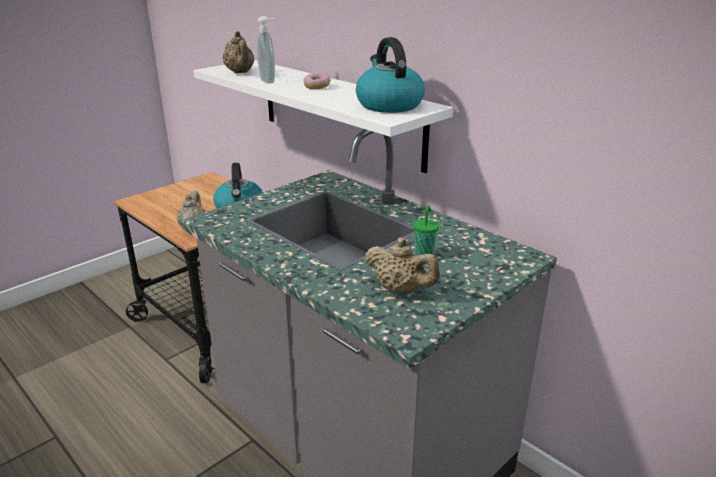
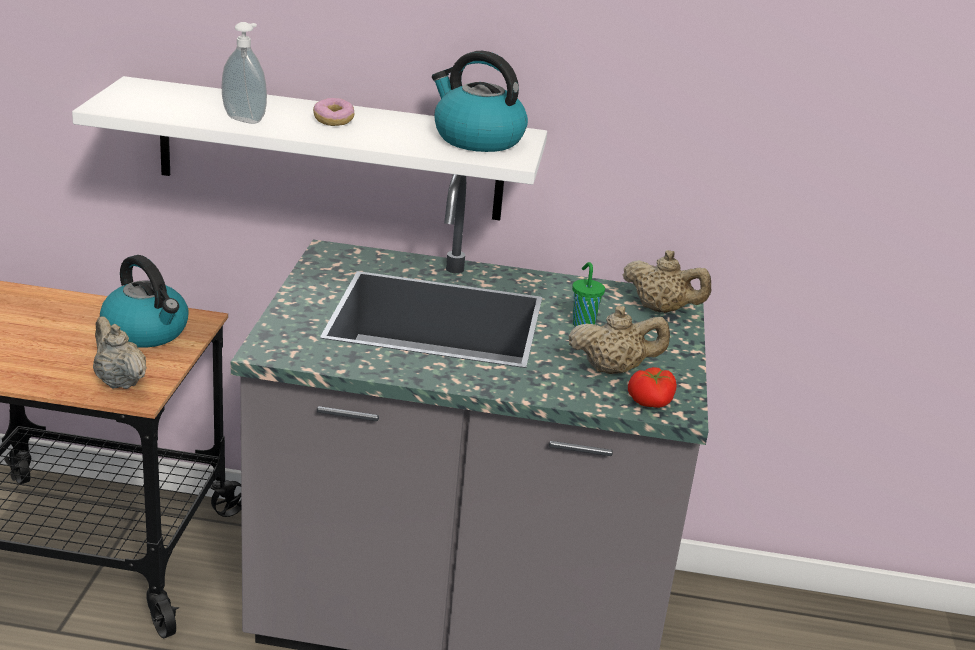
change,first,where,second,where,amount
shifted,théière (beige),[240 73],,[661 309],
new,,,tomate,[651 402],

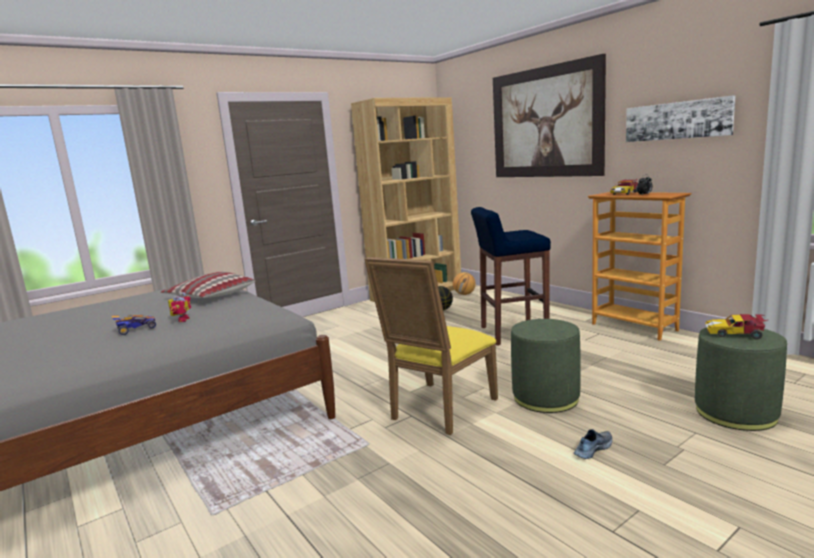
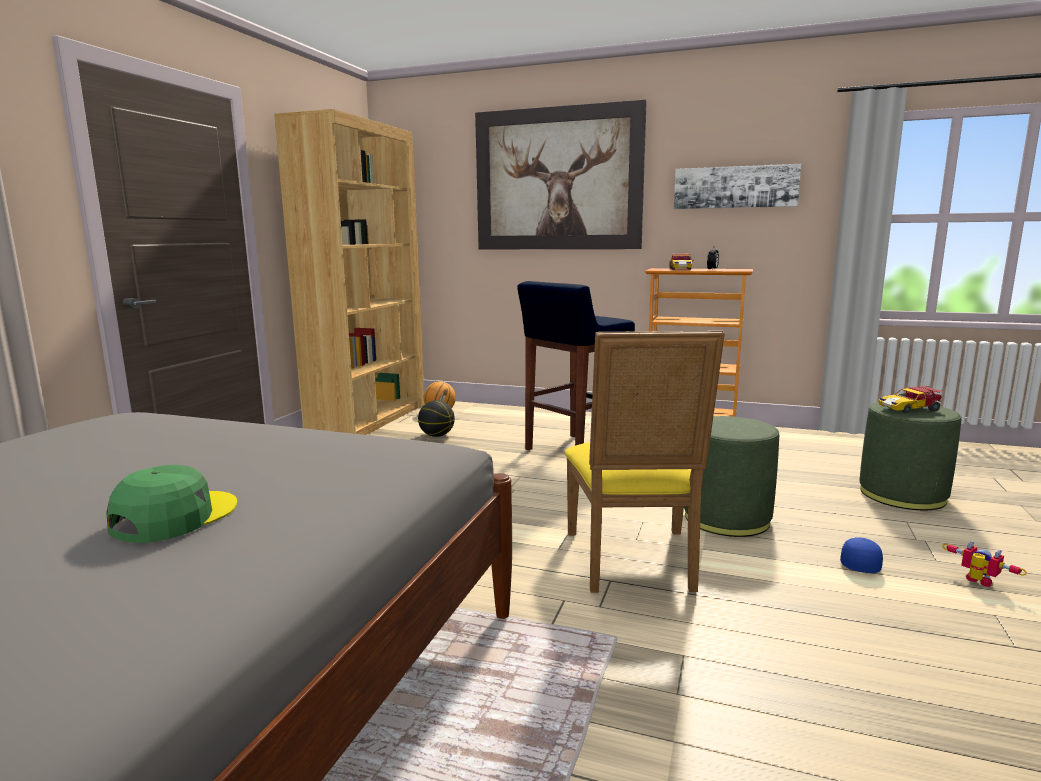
change,first,where,second,where,amount
swapped,petite voiture,[136 330],casquette (vert),[174 517],
swapped,chaussure,[592 449],casquette (bleu),[858 563],
shifted,robot jouet,[181 320],,[977 583],
gone,coussin,[210 296],,,

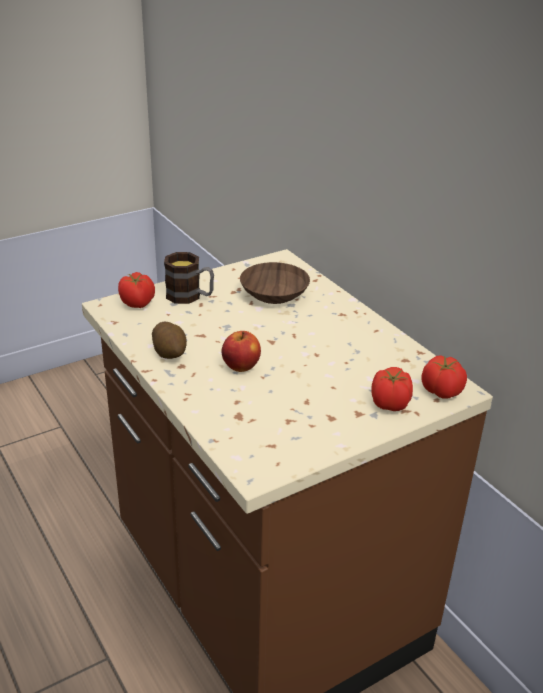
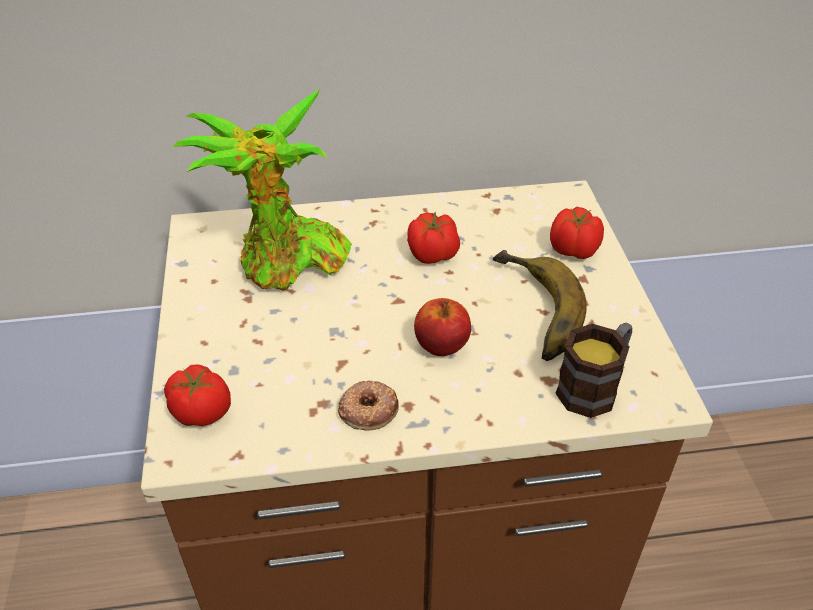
change,first,where,second,where,amount
swapped,bol (marron),[274 295],plante en pot,[287 263],
swapped,pomme de terre,[170 353],beignet,[368 409],
shifted,tomate,[441 392],,[433 255],
new,,,banane,[529 311],
shifted,mug,[190 296],,[594 386],

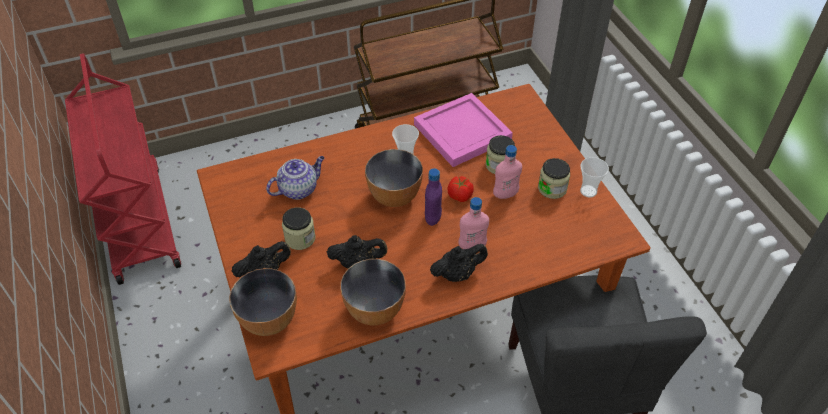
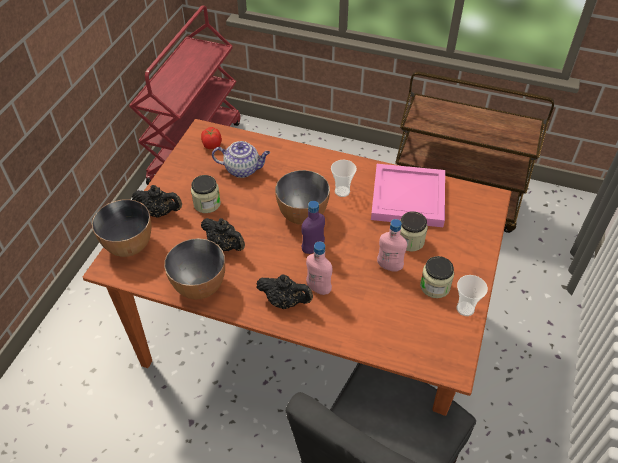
change,first,where,second,where,amount
shifted,tomate,[460 196],,[212 145],

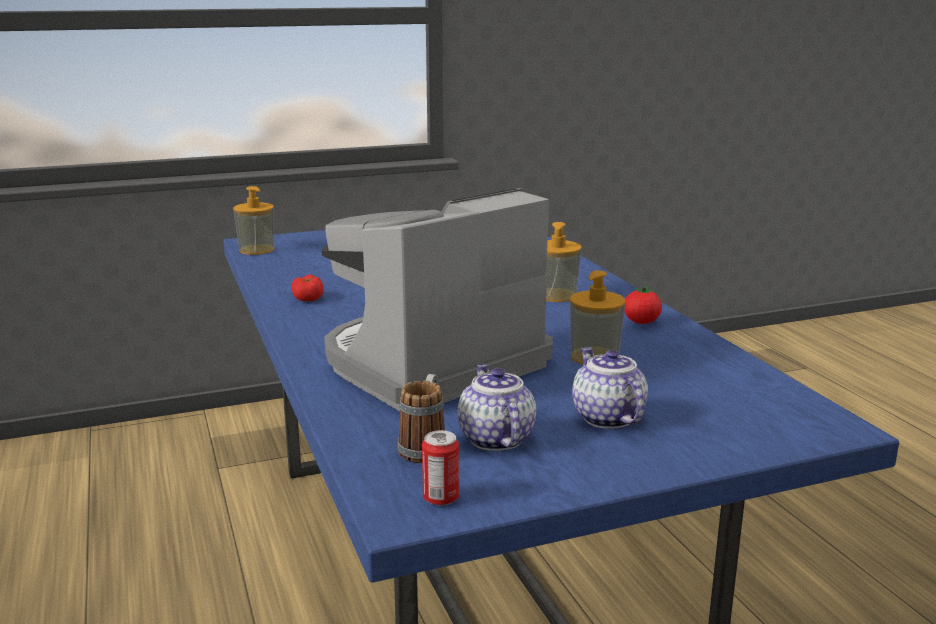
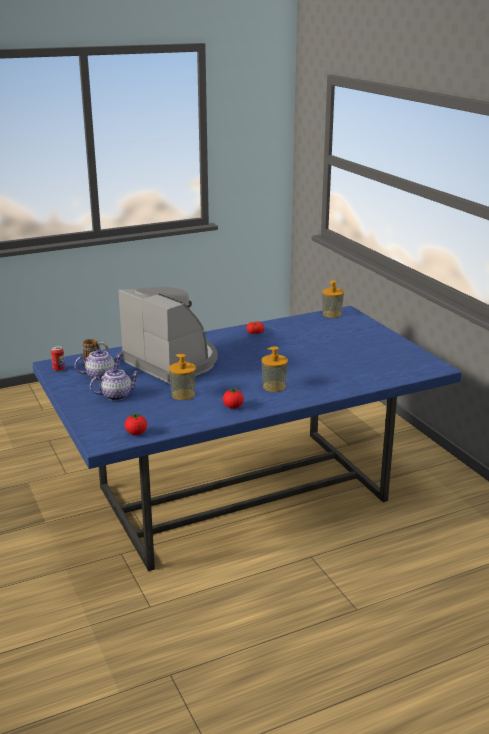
change,first,where,second,where,amount
new,,,tomate,[136 433],

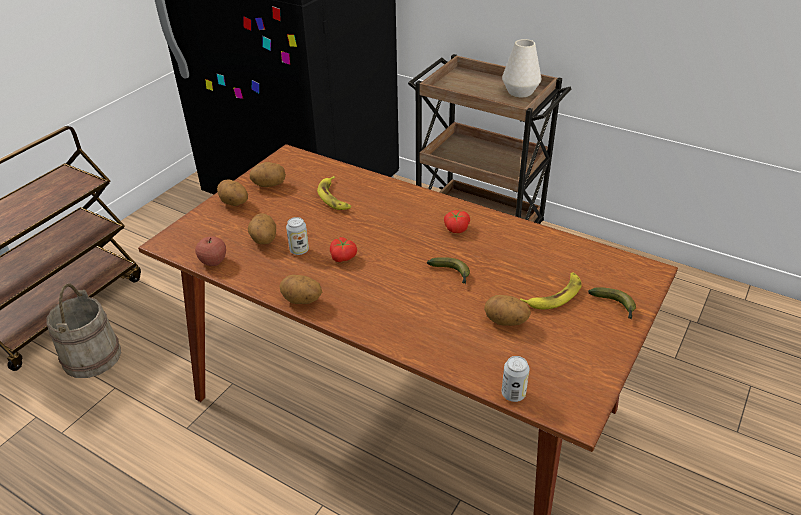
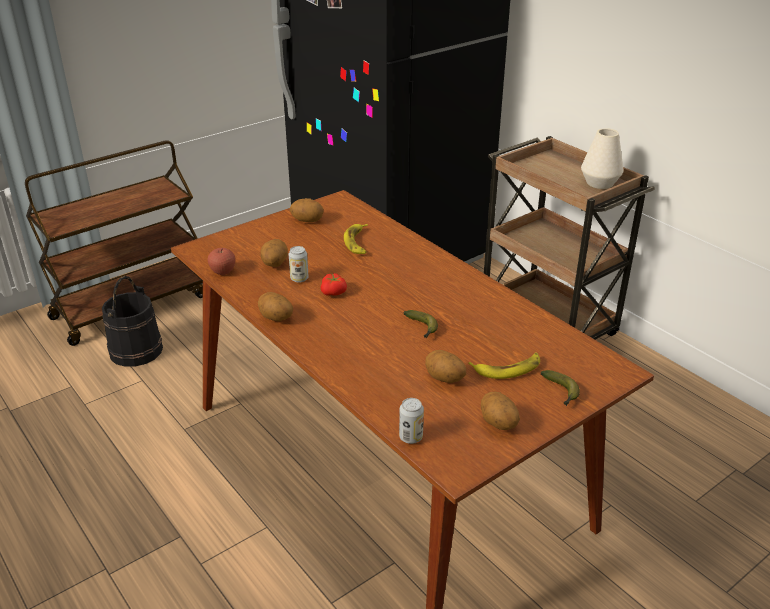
change,first,where,second,where,amount
repainted,seau (beige),[92 357],seau (noir),[136 350],
shifted,pomme de terre,[234 204],,[497 424],
gone,tomate,[455 228],,,

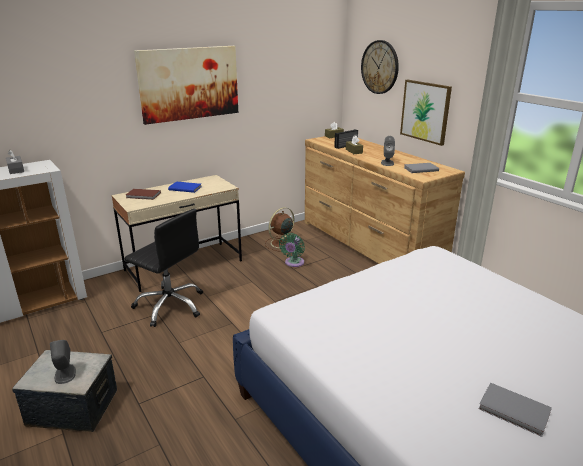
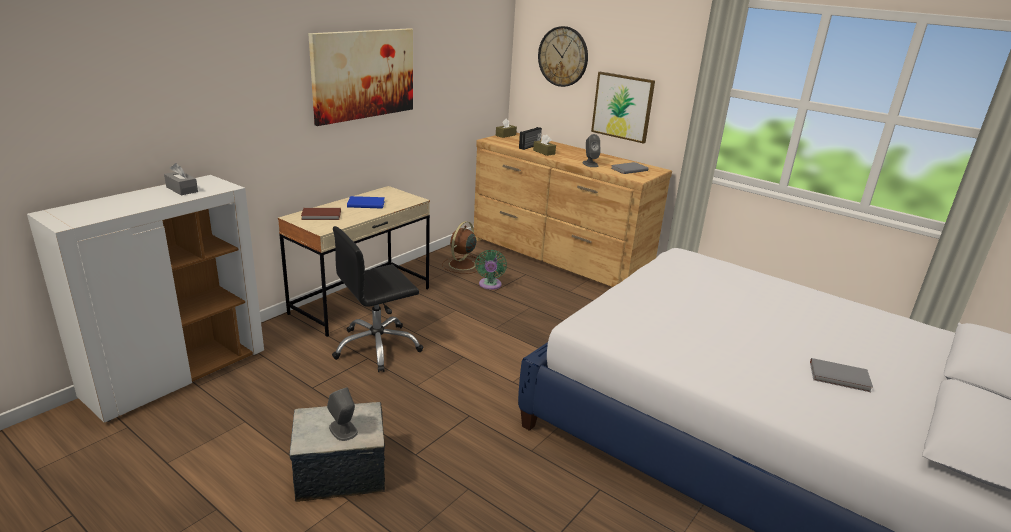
change,first,where,second,where,amount
rotated,chaise de bureau (noir),[170 305],,[377 347],135 degrees clockwise

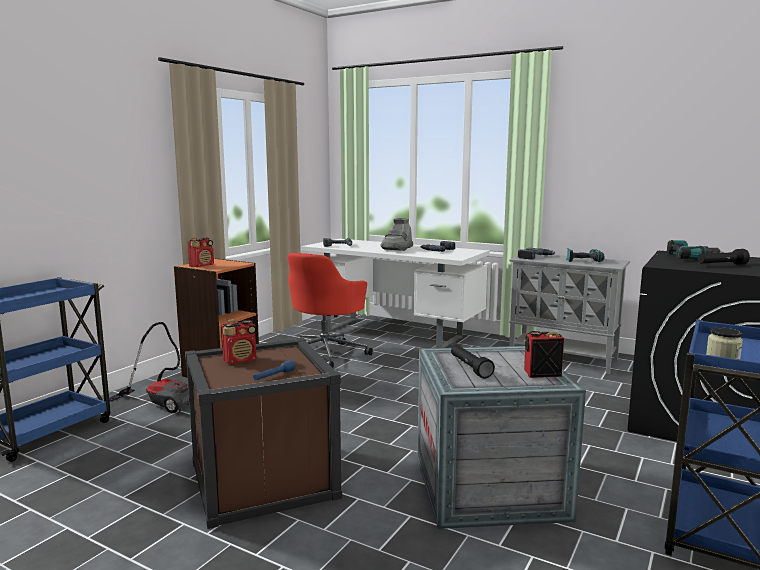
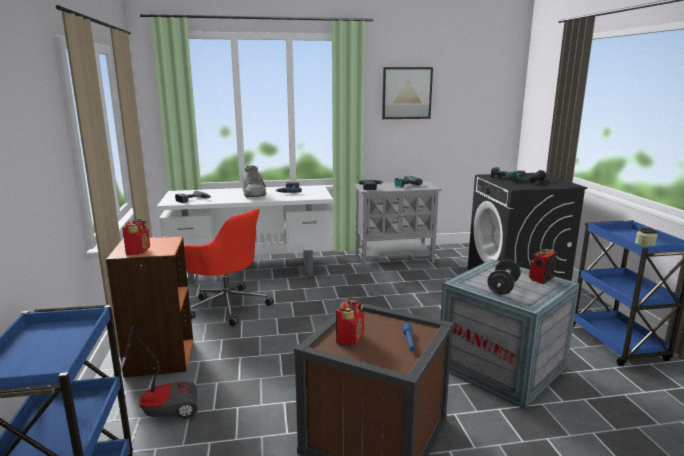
change,first,where,second,where,amount
rotated,chaise de bureau (rouge),[326 353],,[227 306],45 degrees counterclockwise
new,,,tableau,[406 93],
swapped,lampe de poche (noir),[470 368],haltère (noir),[503 288],

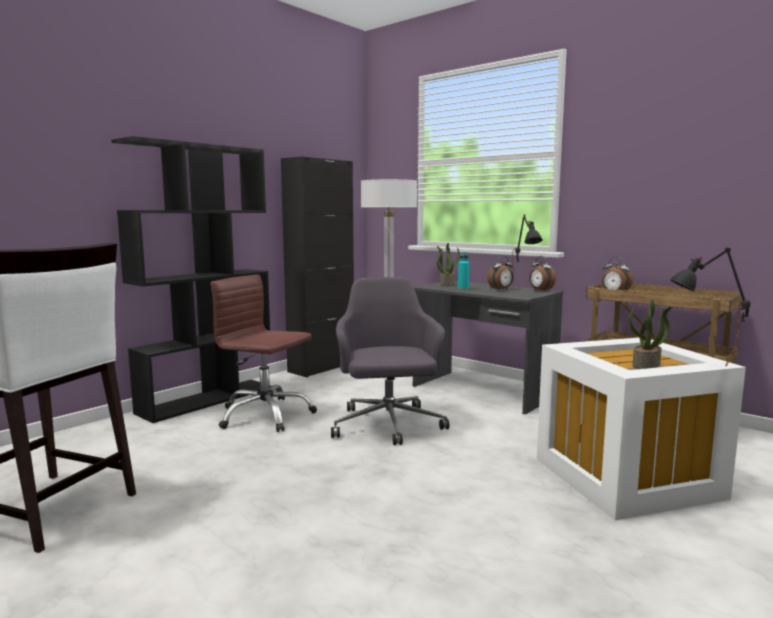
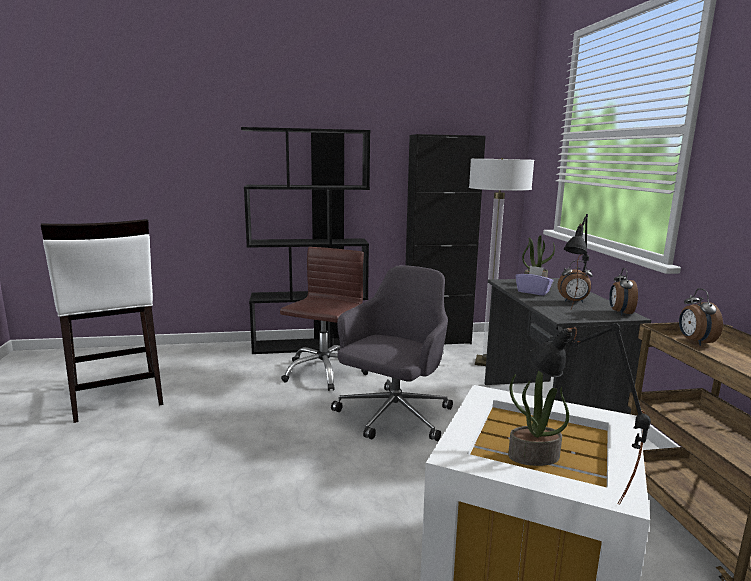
change,first,where,second,where,amount
rotated,chaise de bureau (marron),[265 415],,[323 372],45 degrees clockwise
swapped,bouteille (turquoise),[463 288],boîte à mouchoirs (violet),[533 292],

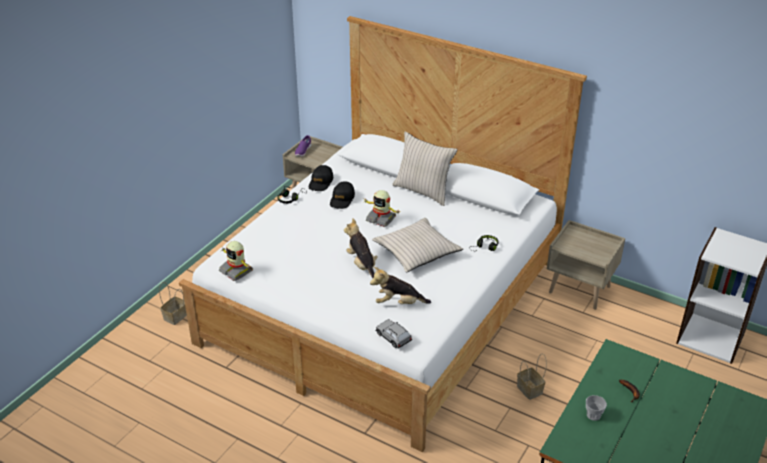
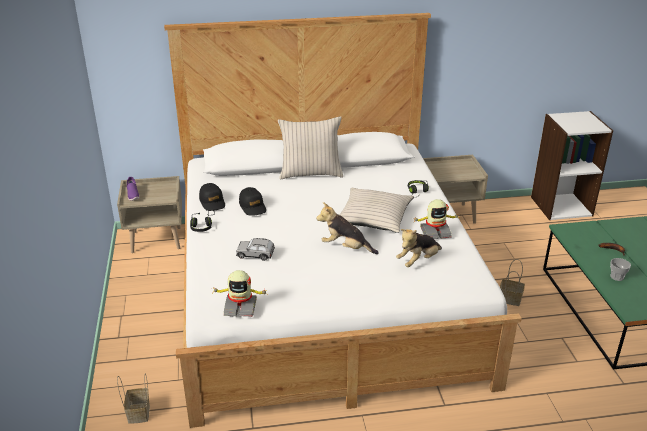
change,first,where,second,where,amount
shifted,petite voiture (gris),[393 338],,[255 254],
shifted,robot jouet,[381 218],,[435 232],

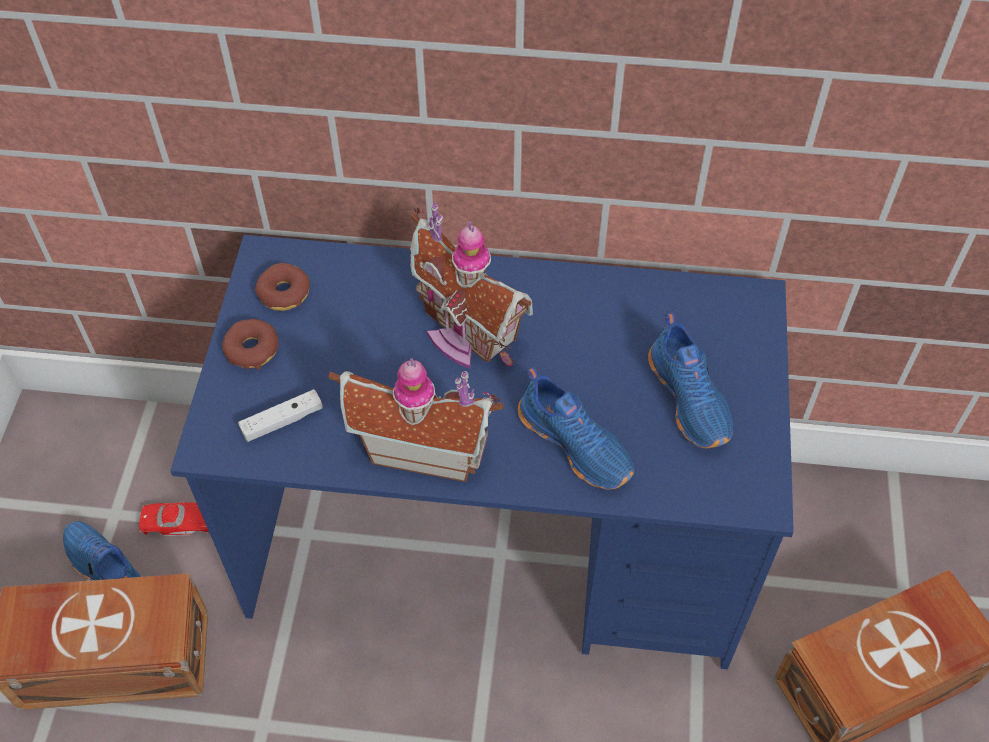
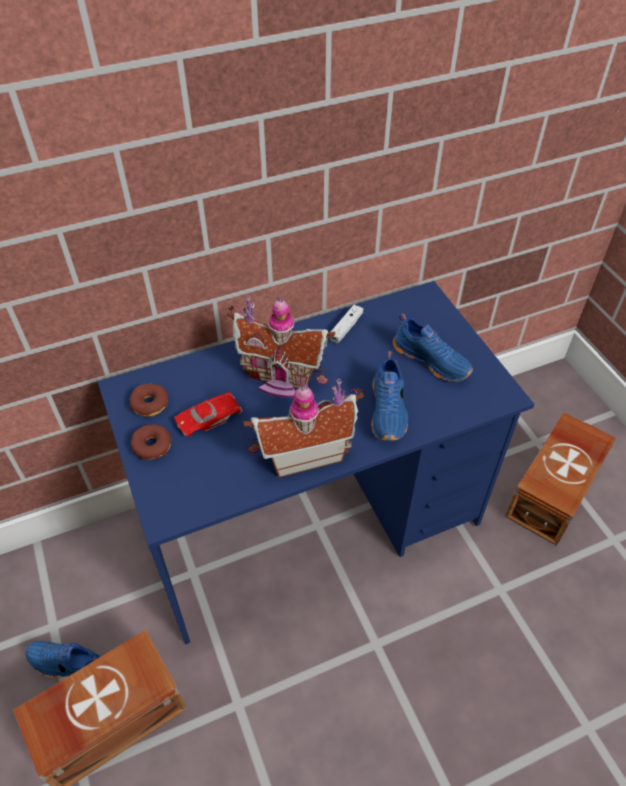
change,first,where,second,where,amount
shifted,petite voiture (rouge),[178 521],,[209 417],
shifted,manette (blanc),[282 421],,[346 328],
rotated,chaussure (bleu),[577 443],,[389 410],75 degrees clockwise

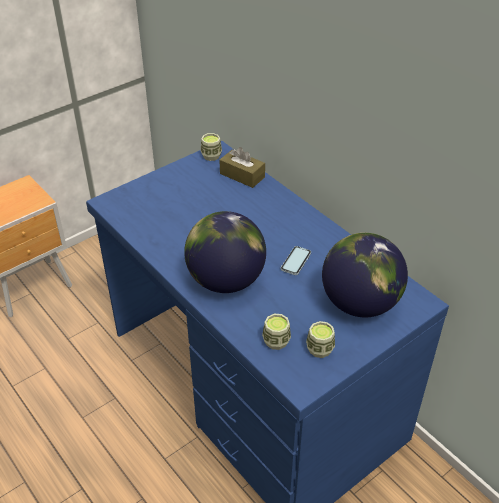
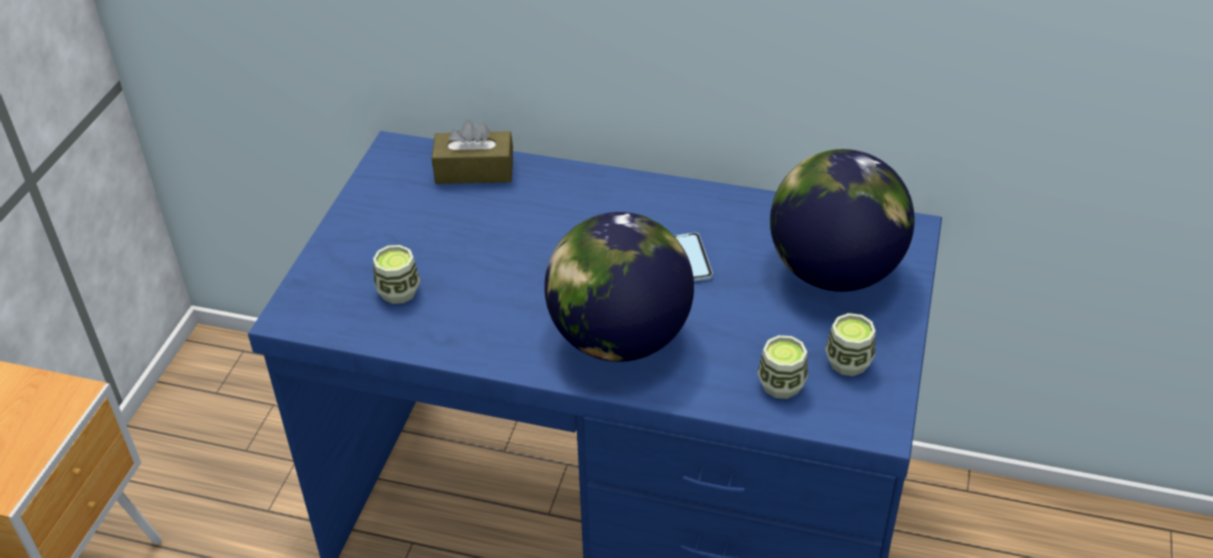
change,first,where,second,where,amount
shifted,tasse,[211 156],,[399 292],

